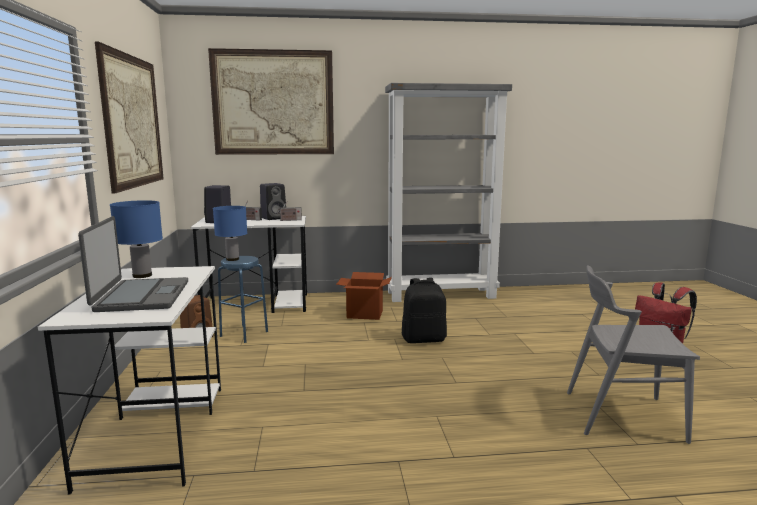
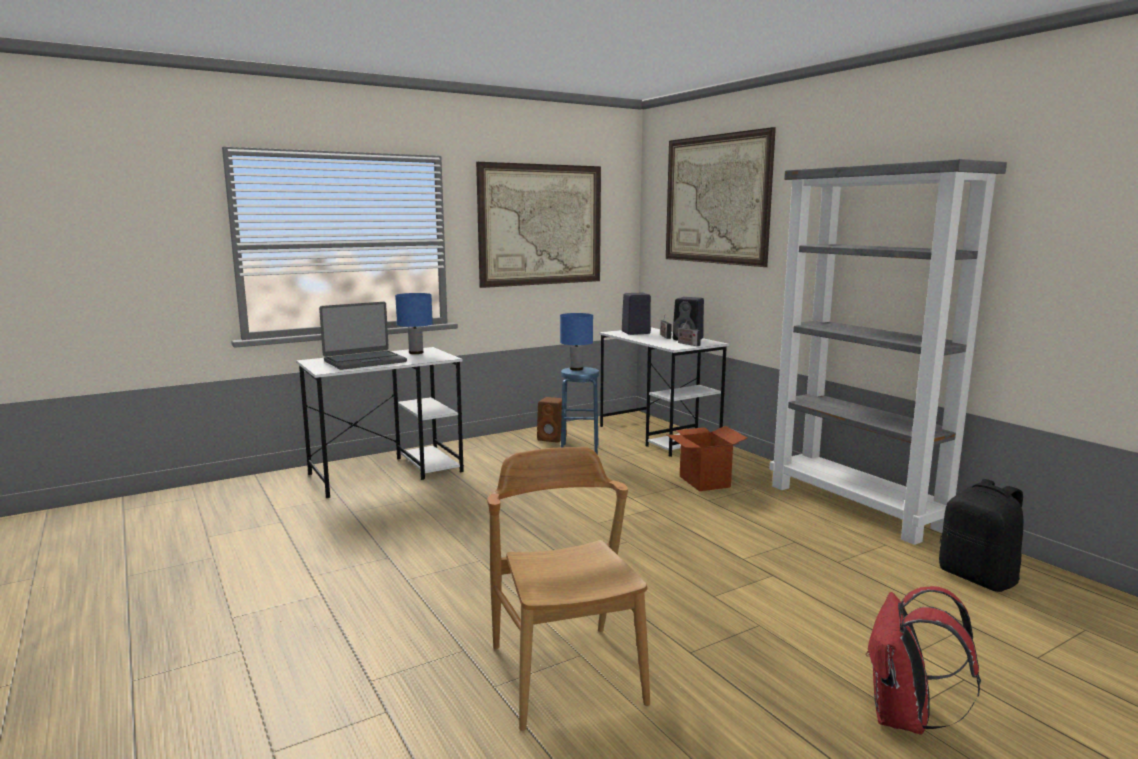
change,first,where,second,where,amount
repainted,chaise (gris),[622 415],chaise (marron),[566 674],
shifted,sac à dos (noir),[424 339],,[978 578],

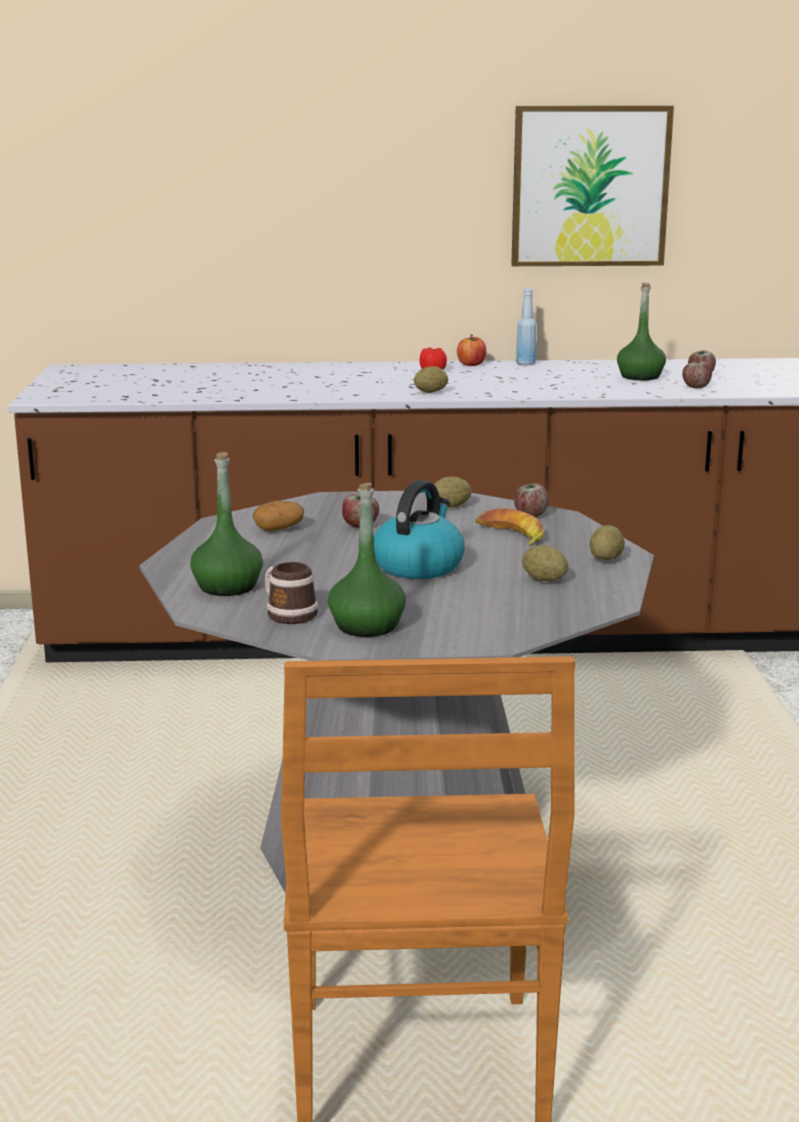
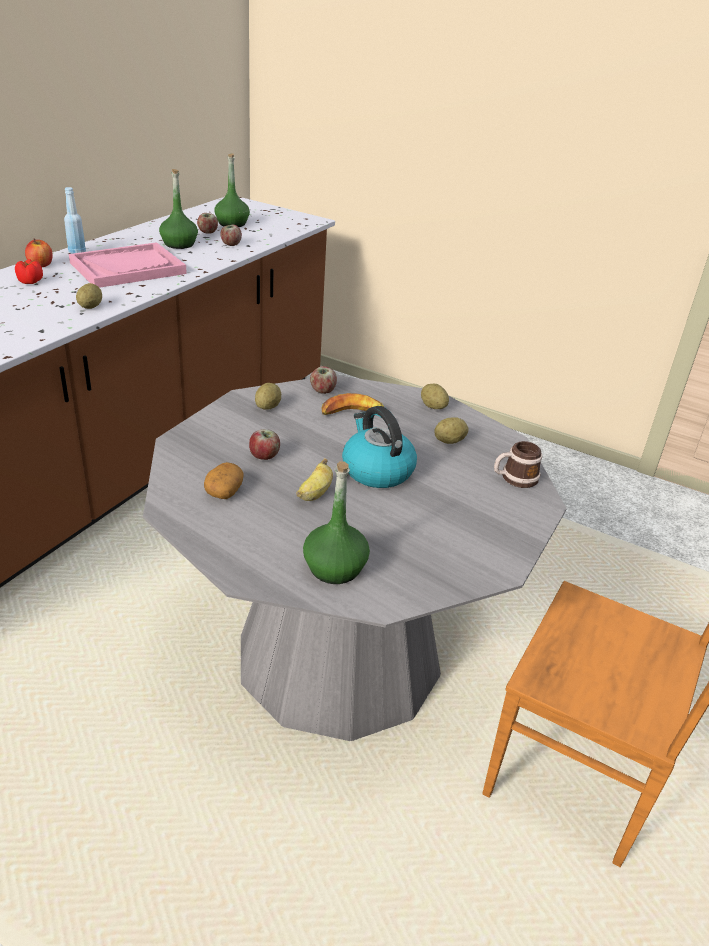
change,first,where,second,where,amount
new,,,plateau (rose),[128 268],
shifted,bouteille (vert),[366 626],,[232 224],
new,,,banane,[315 494],
shifted,mug,[287 613],,[514 479],
gone,tableau,[590 186],,,

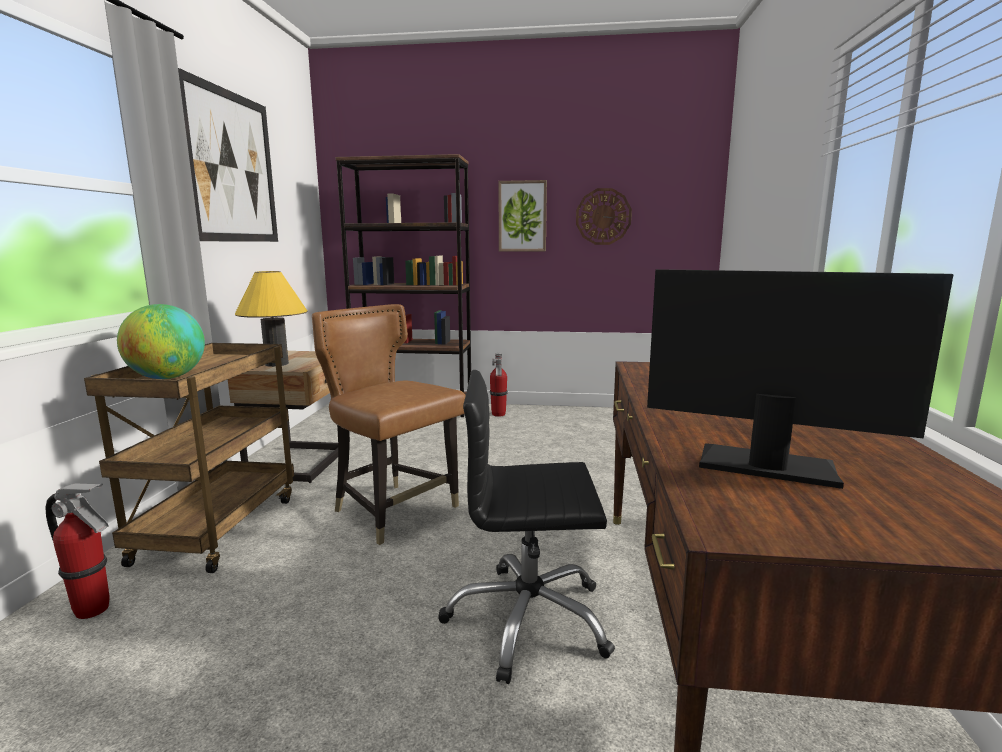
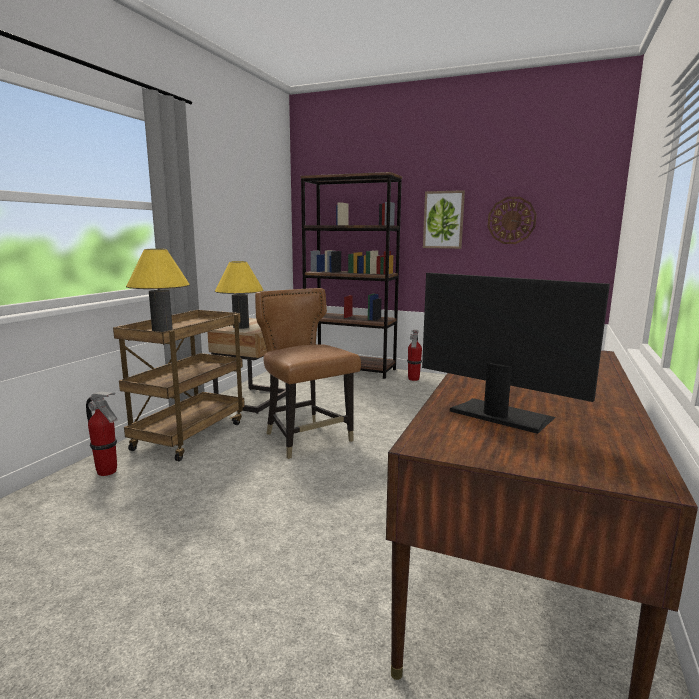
change,first,where,second,where,amount
swapped,globe,[167 378],lampe de table (jaune),[162 331],
gone,tableau,[232 167],,,
gone,chaise de bureau (noir),[528 620],,,

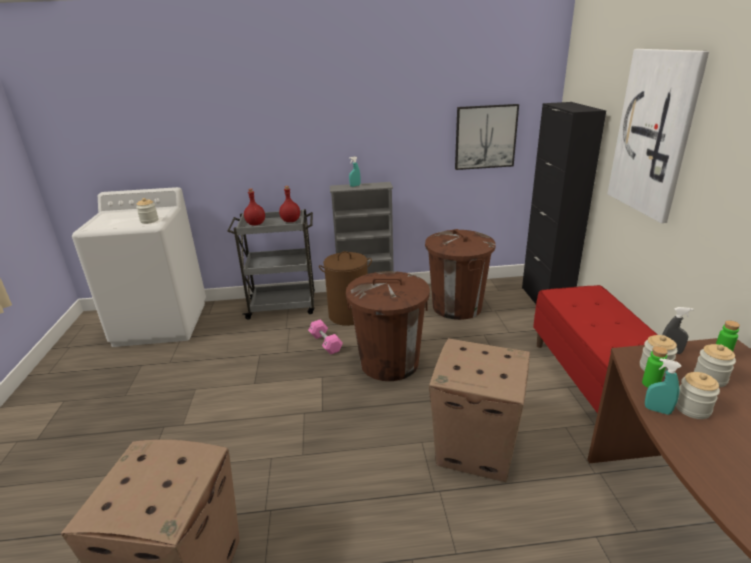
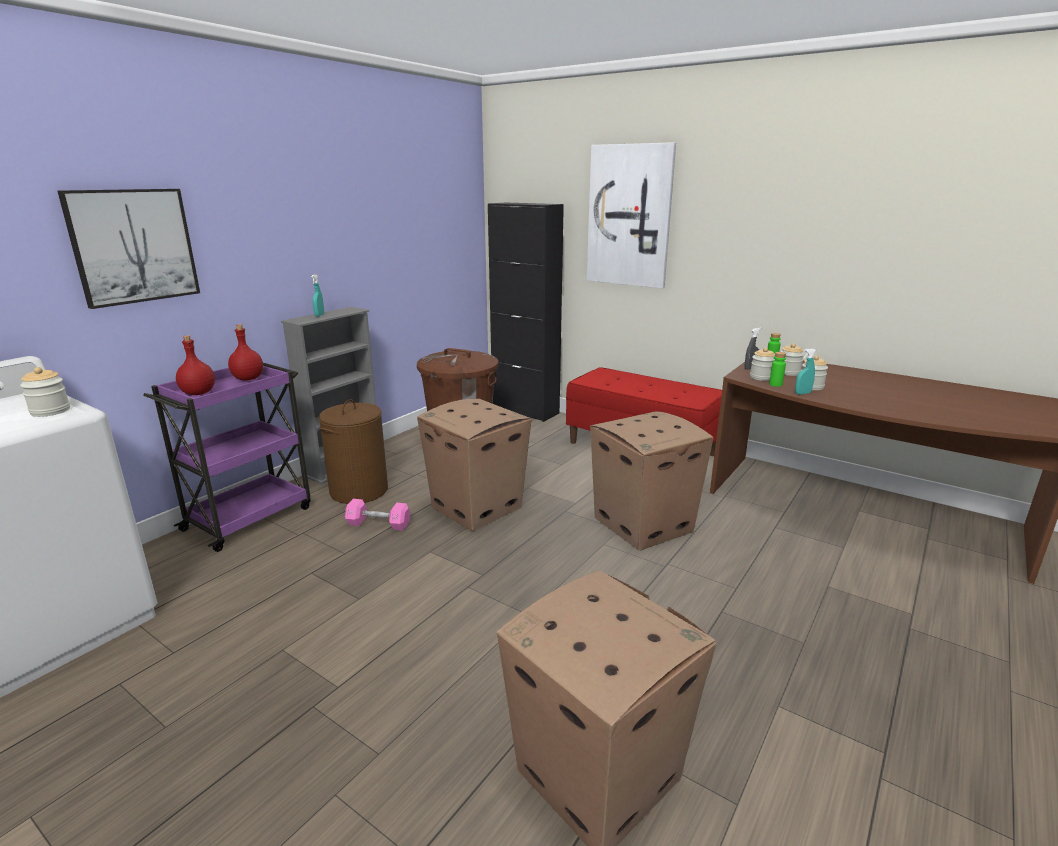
change,first,where,second,where,amount
shifted,tableau,[485 137],,[133 246],
repainted,chariot (gris),[283 306],chariot (violet),[250 517],
swapped,poubelle (marron),[389 363],carton,[477 507],

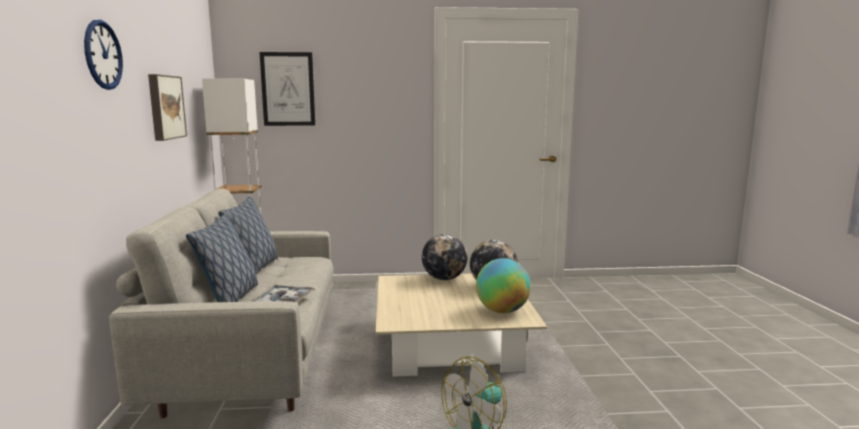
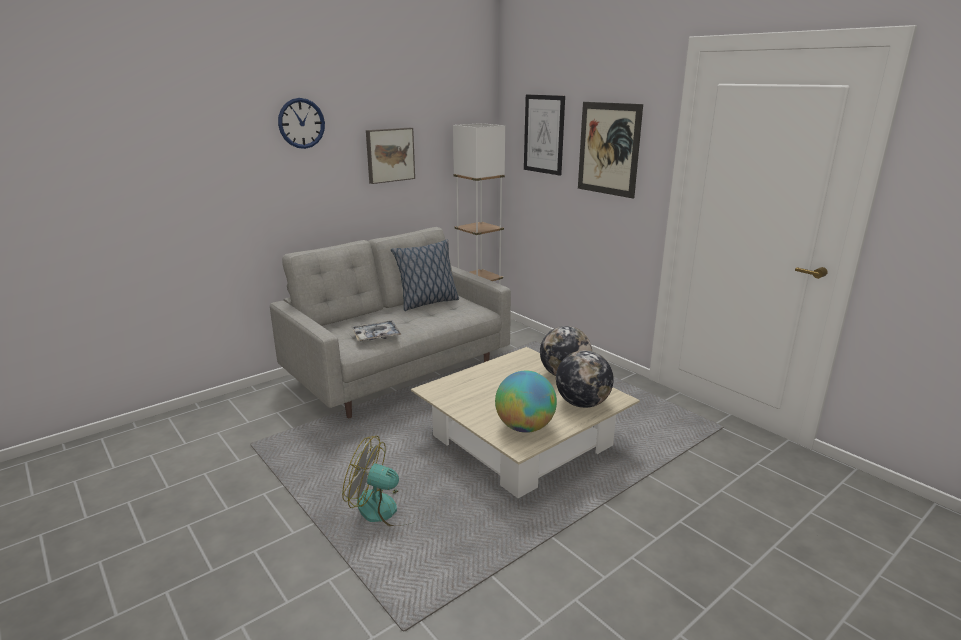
change,first,where,second,where,amount
new,,,tableau,[608 149],
gone,coussin,[230 299],,,

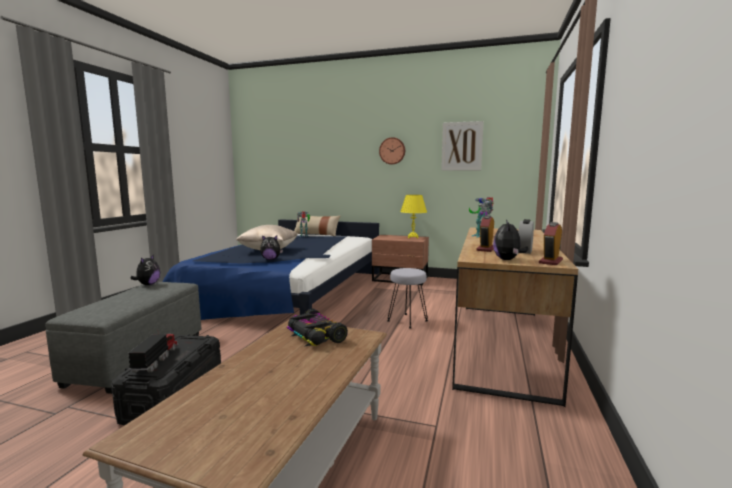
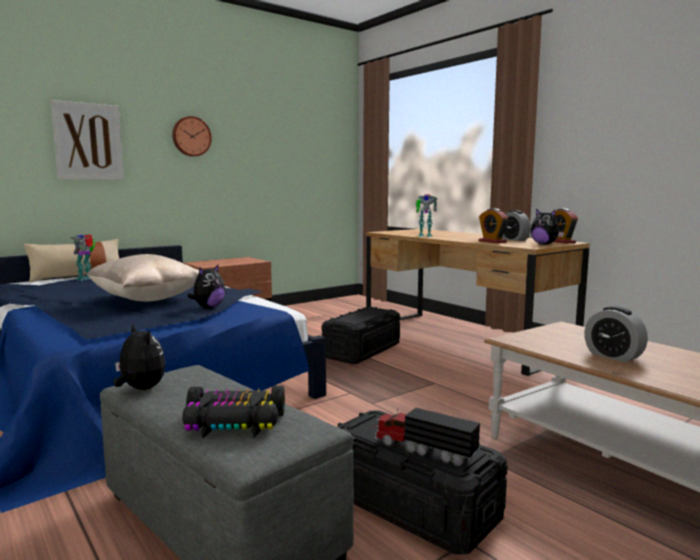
change,first,where,second,where,amount
shifted,tableau,[462 146],,[88 141],
shifted,petite voiture,[315 336],,[234 423],
swapped,tabouret (gris),[407 321],boîte de rangement (noir),[361 350],
new,,,réveil,[613 356],
gone,lampe de table (jaune),[413 237],,,

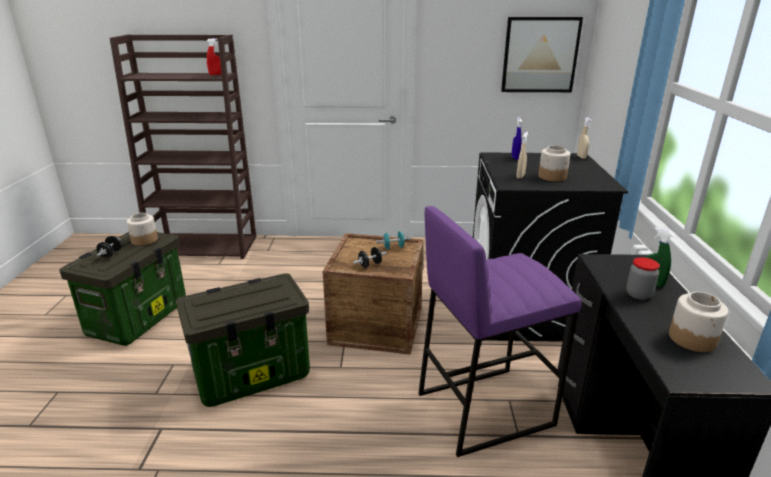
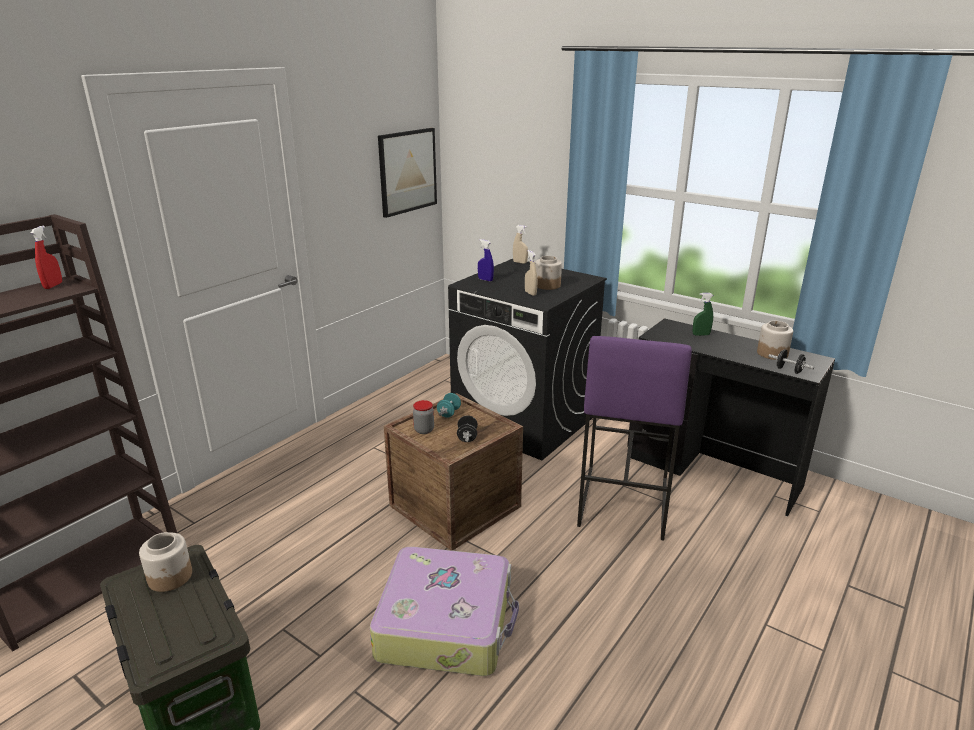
change,first,where,second,where,amount
swapped,boîte de rangement,[253 374],valise,[446 623],
shifted,bocal,[638 294],,[424 430],
shifted,haltère (noir),[111 254],,[789 370],

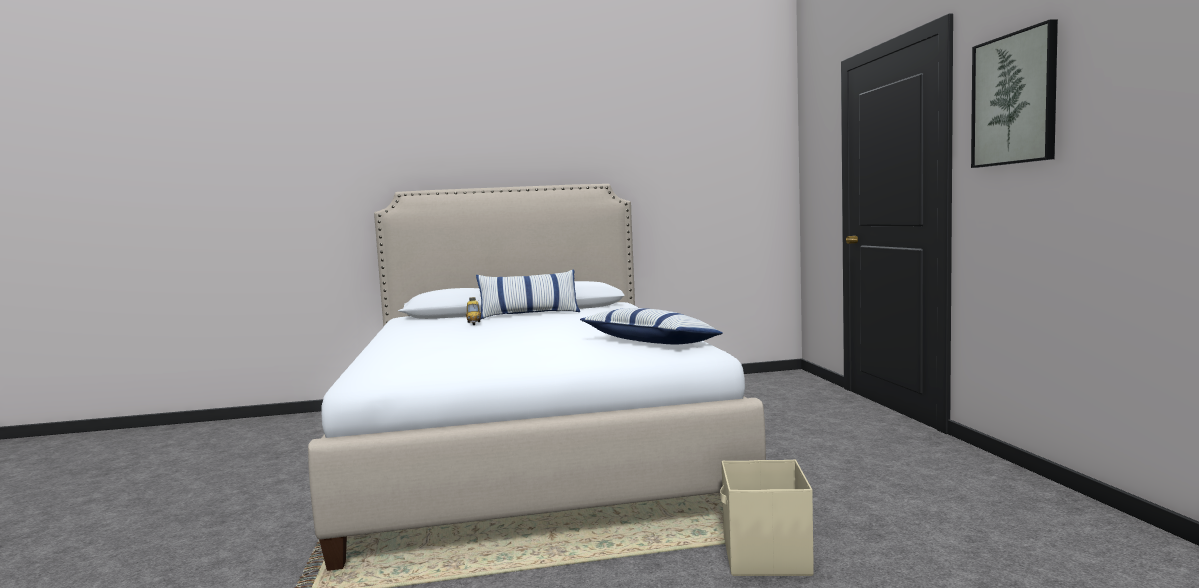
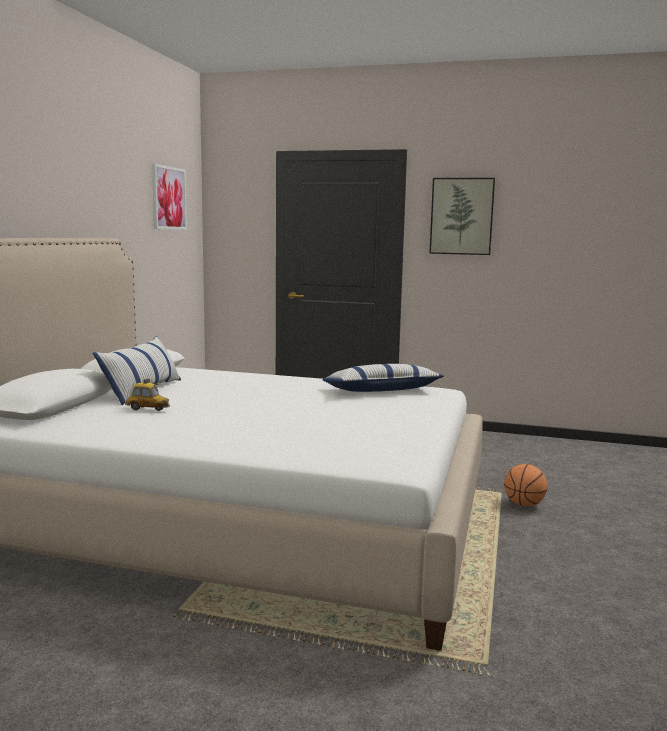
change,first,where,second,where,amount
new,,,tableau,[168 198],
swapped,boîte de rangement (beige),[765 557],ballon de basket,[524 505],

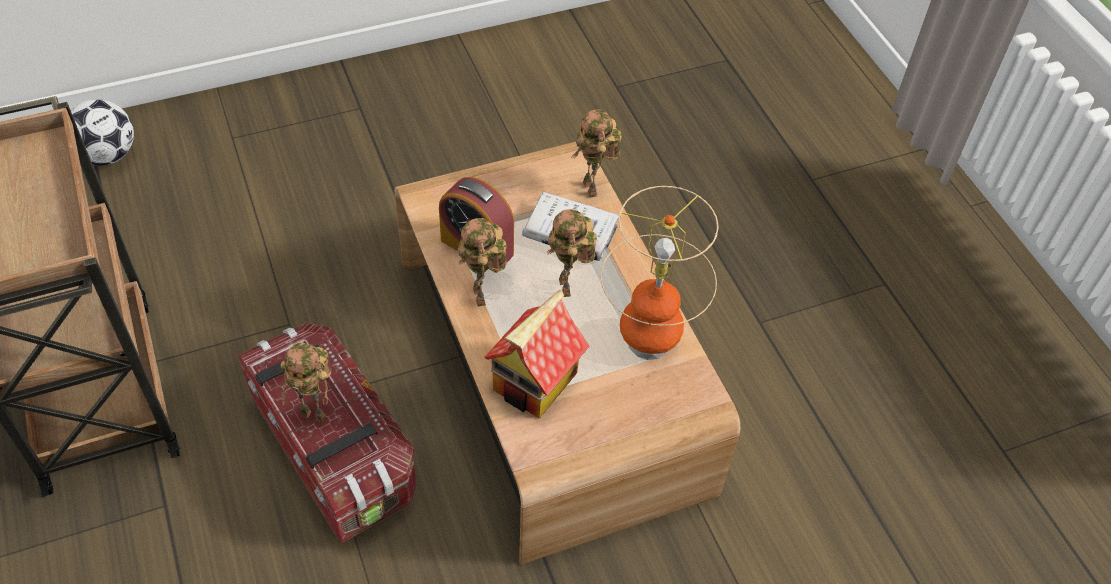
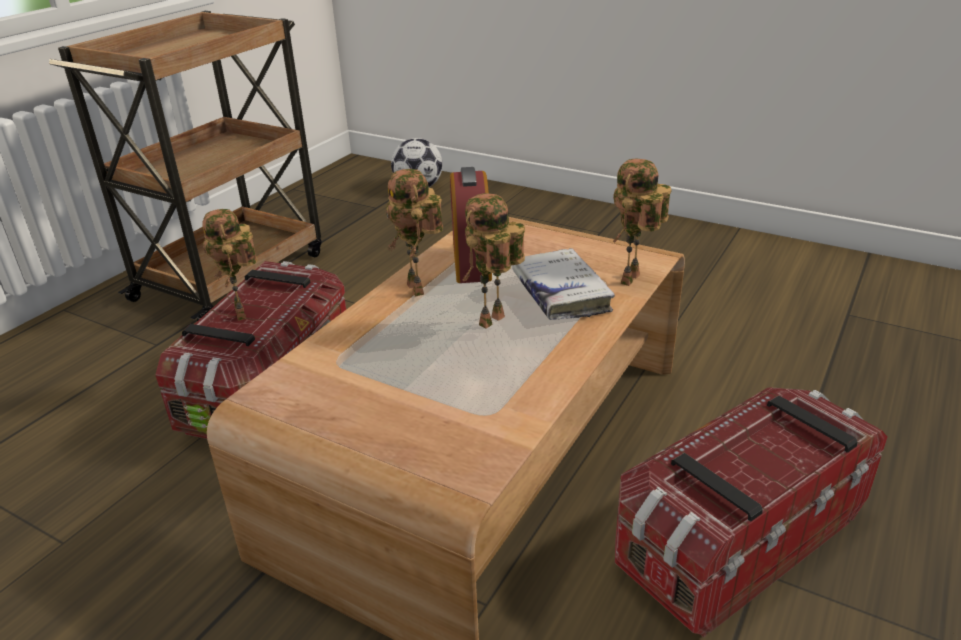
change,first,where,second,where,amount
rotated,robot jouet,[482 297],,[419 289],60 degrees counterclockwise
new,,,boîte de rangement,[737 539],
gone,maison miniature,[535 383],,,
gone,lampe de table,[649 341],,,

